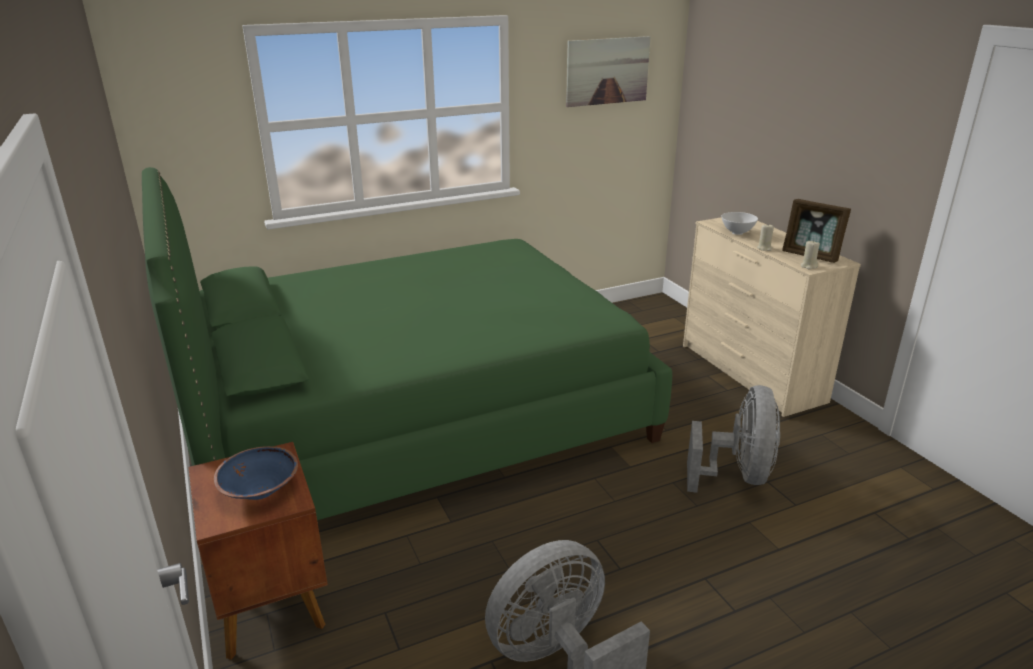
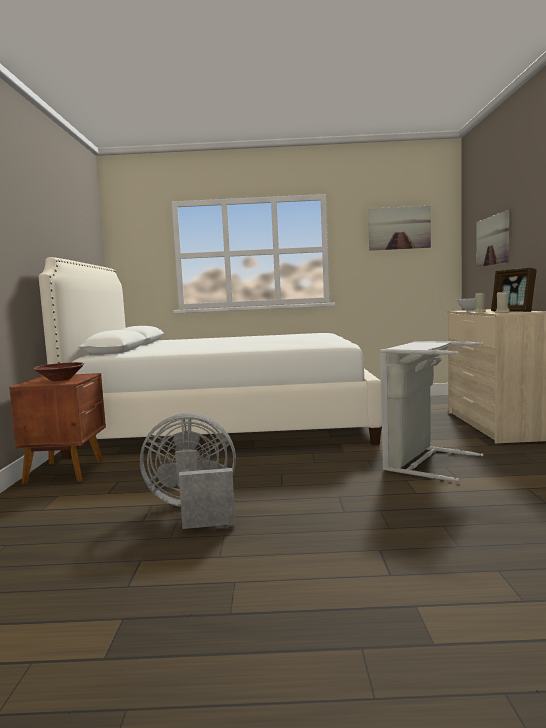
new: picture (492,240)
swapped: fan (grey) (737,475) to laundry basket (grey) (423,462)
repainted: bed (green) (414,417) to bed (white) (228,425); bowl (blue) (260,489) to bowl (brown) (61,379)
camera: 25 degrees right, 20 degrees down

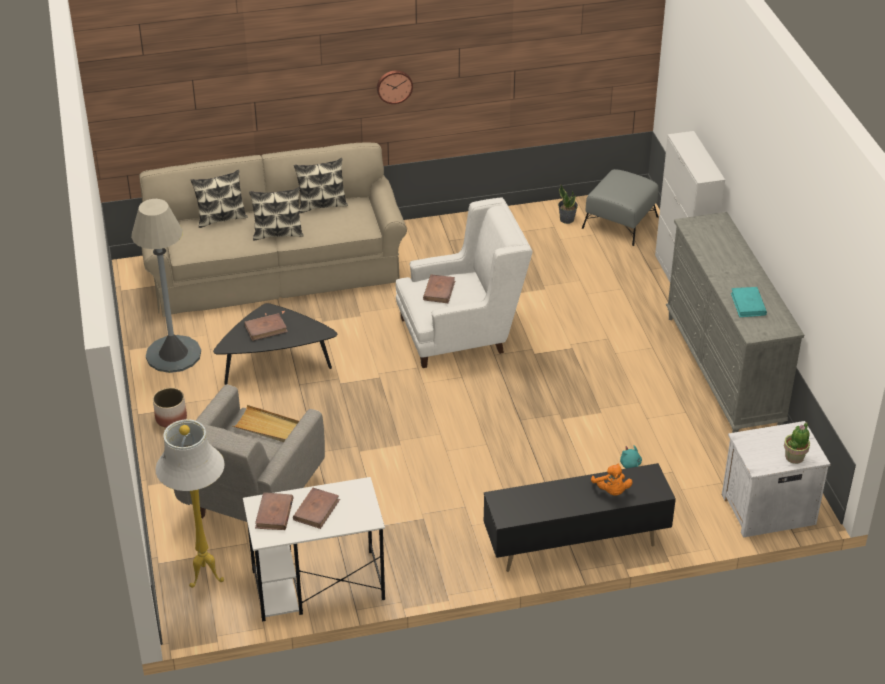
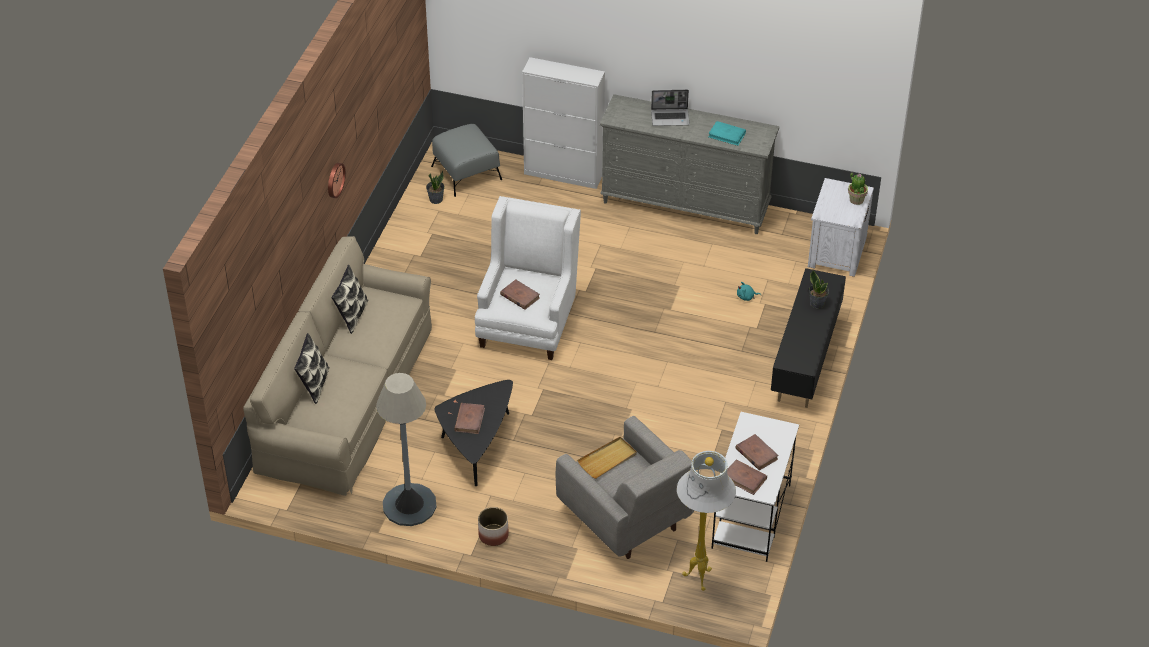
gone: pillow (278,233)
new: laptop (670,118)
swapped: plush toy (orange) (611,491) to potted plant (817,303)
camera: 60 degrees left, 5 degrees up

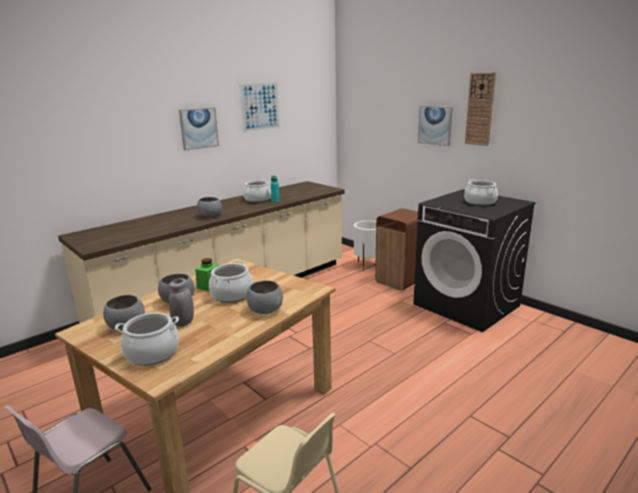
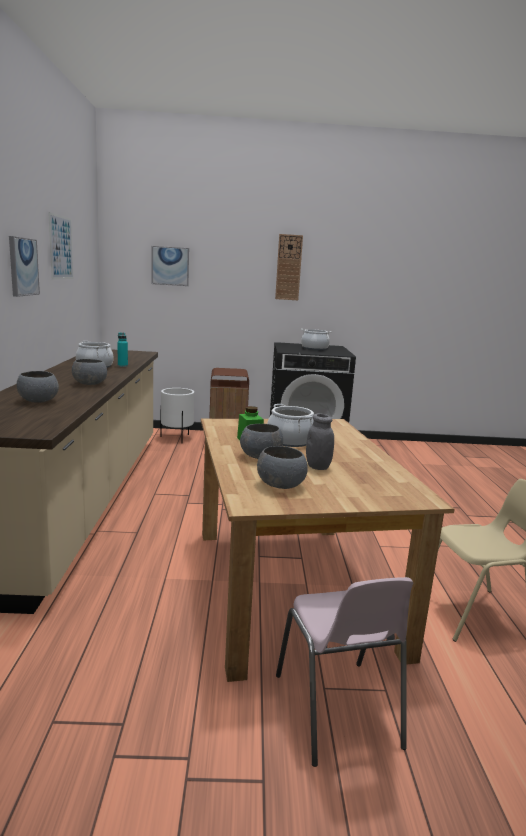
gone: cooking pot (152,353)
shifted: bowl (grey) (265,310) to (38,401); picture (435,125) to (170,266)
camera: 50 degrees left, 5 degrees down

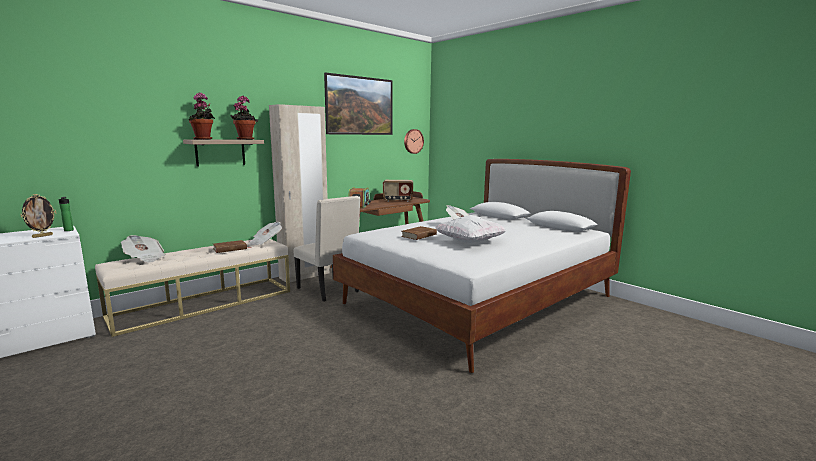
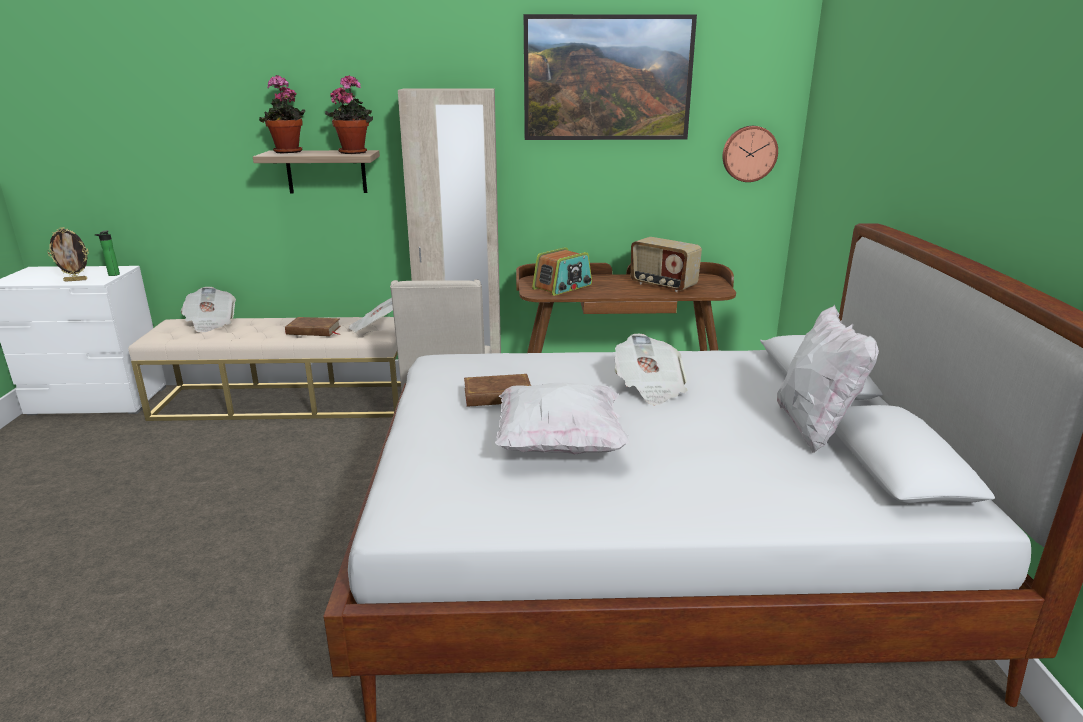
new: pillow (white) (814,428)
camera: 40 degrees right, 10 degrees up

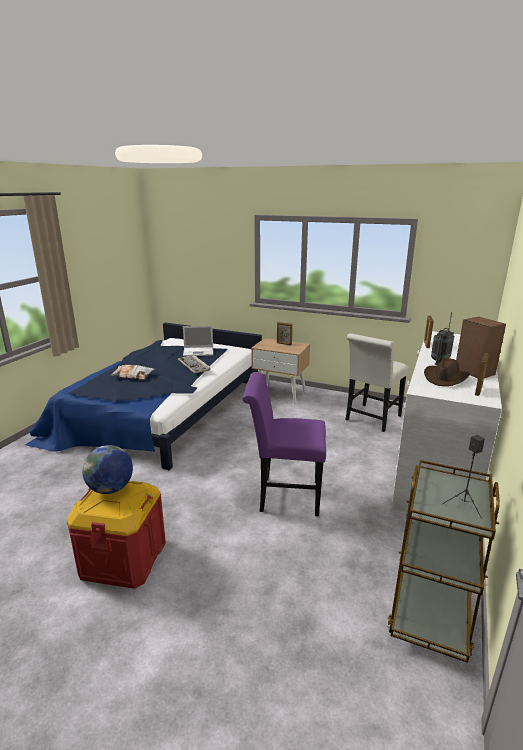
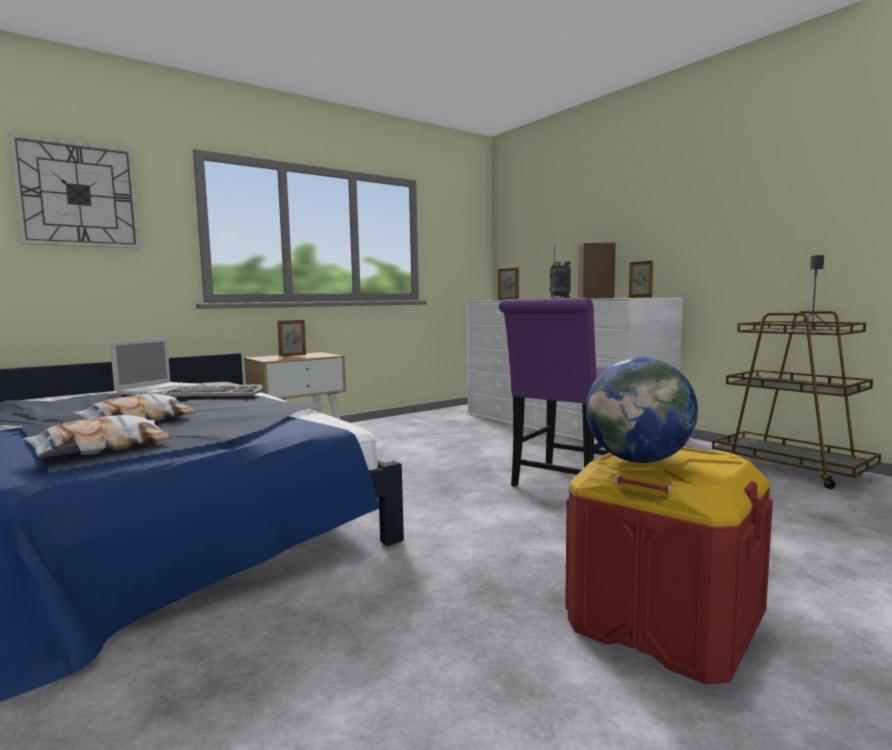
gone: chair (white) (371,419); hat (brown) (445,378)
new: wall clock (78,195); pillow (102,448)
camera: 60 degrees left, 15 degrees down

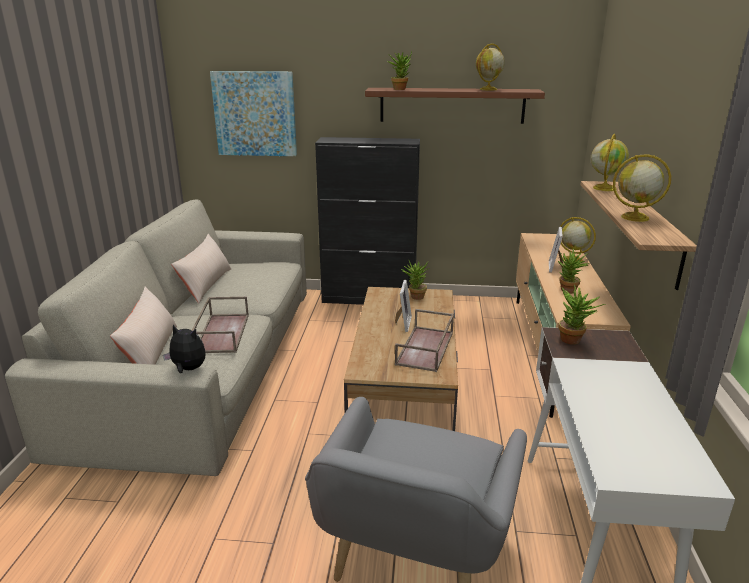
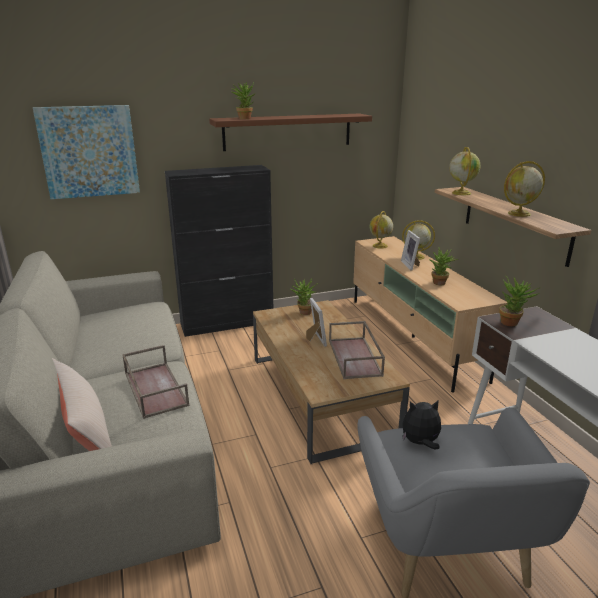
gone: pillow (beige) (206,284)
shifted: plush toy (188,369) to (420,443); globe (488,89) to (380,246)
camera: 25 degrees left, 0 degrees up

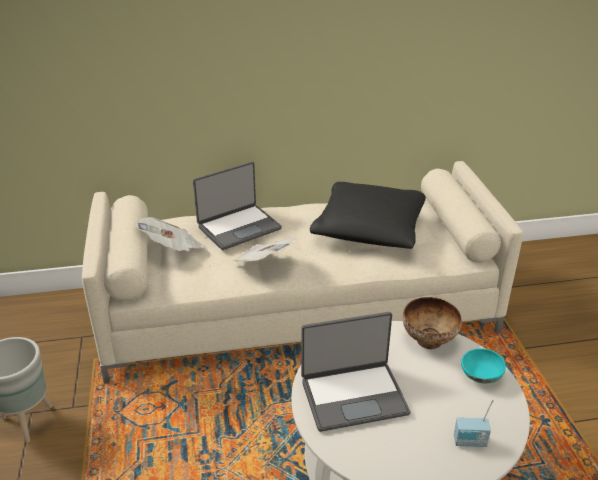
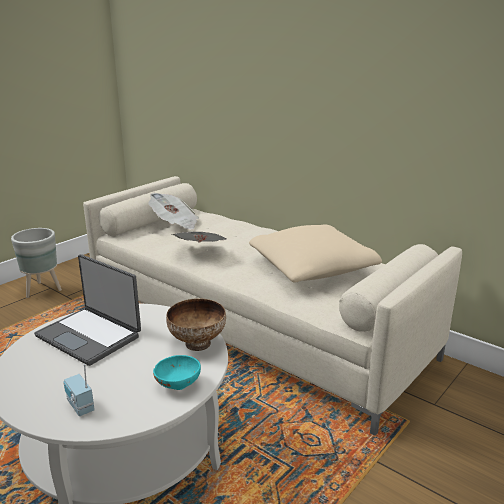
gone: laptop (238,227)
repainted: pillow (black) (369,229) to pillow (beige) (312,268)
camera: 50 degrees right, 10 degrees down

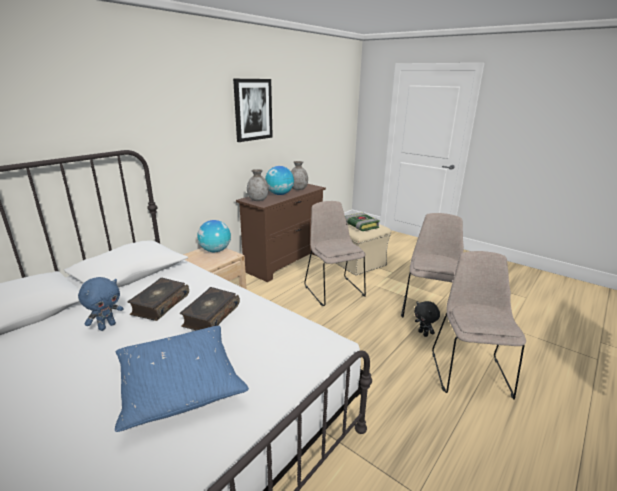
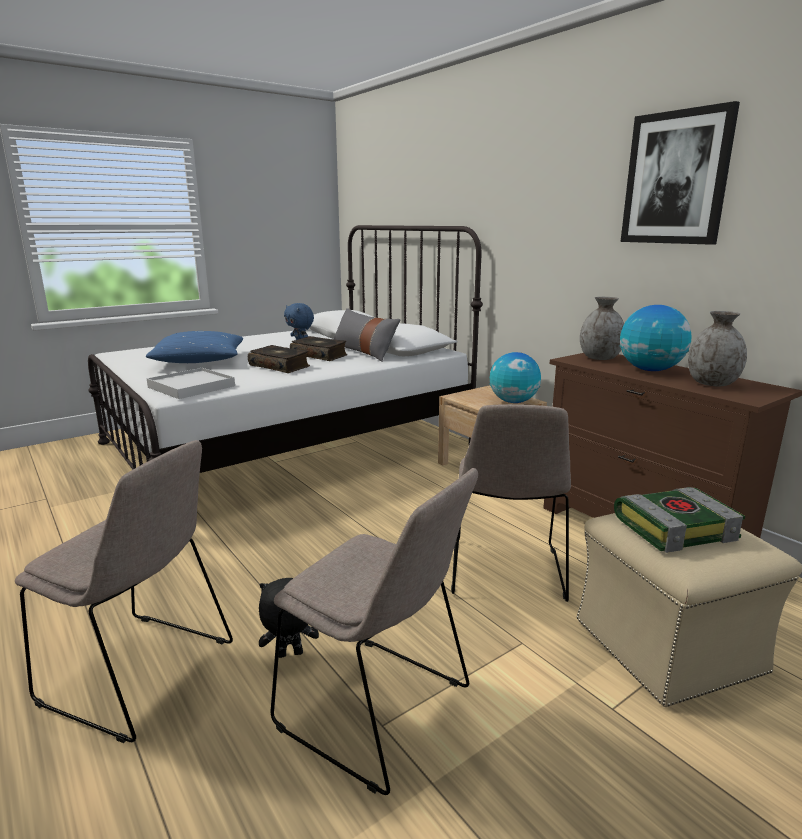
new: tray (white) (191,387); pillow (grey) (363,352)
rotated: chair (beige) (333,289) = (506,573) 105 degrees clockwise
camera: 105 degrees right, 5 degrees down

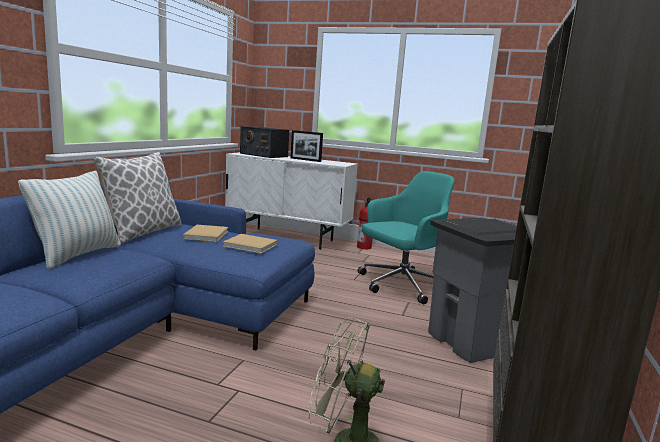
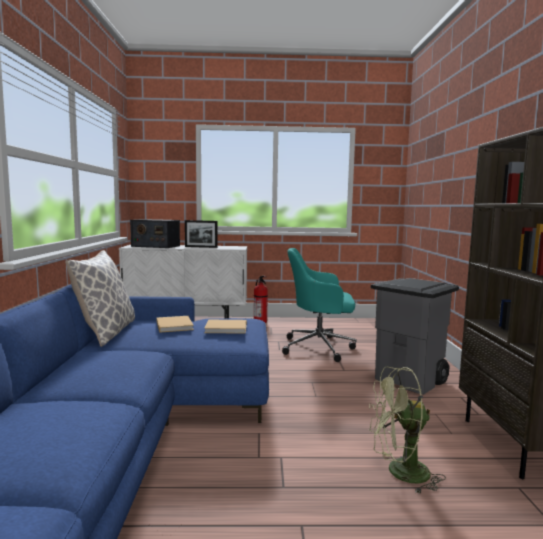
gone: pillow (77,255)
rotated: office chair (turquoise) (400,285) = (320,347) 120 degrees counterclockwise
camera: 20 degrees left, 5 degrees down

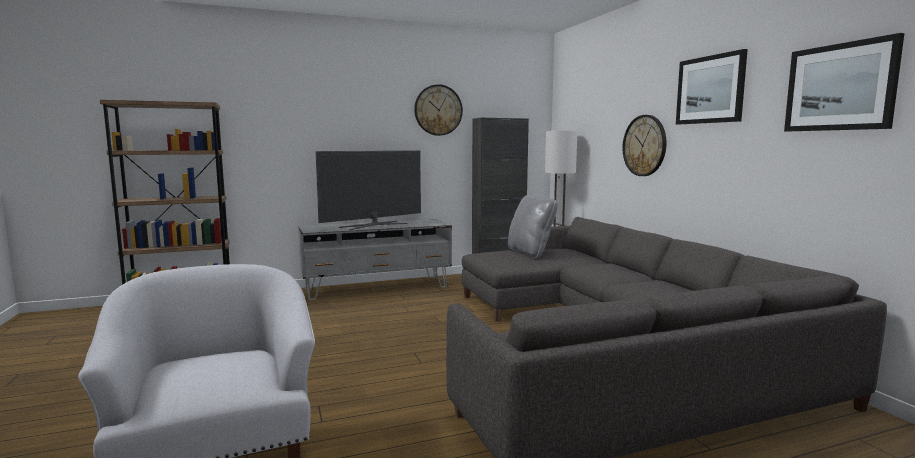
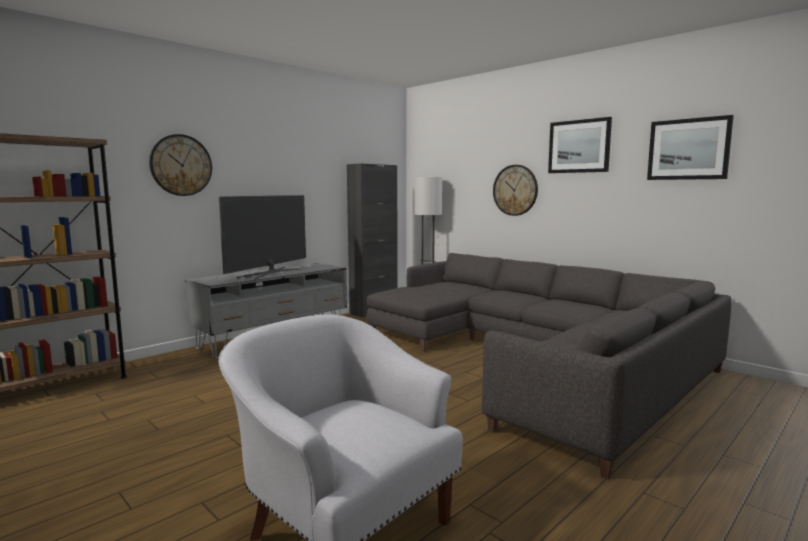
gone: pillow (grey) (530,253)
shifted: wall clock (438,110) to (181,165)
camera: 25 degrees left, 0 degrees up

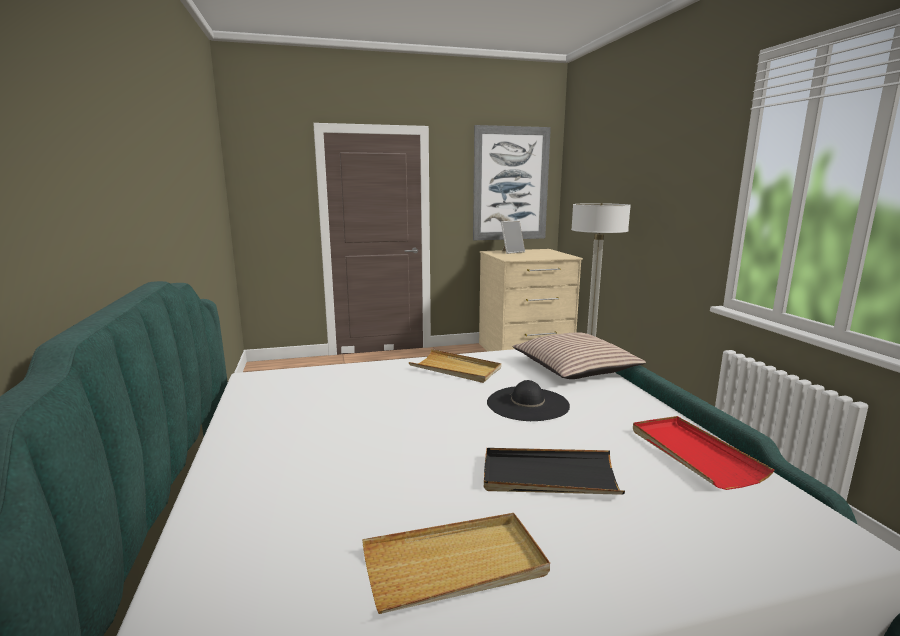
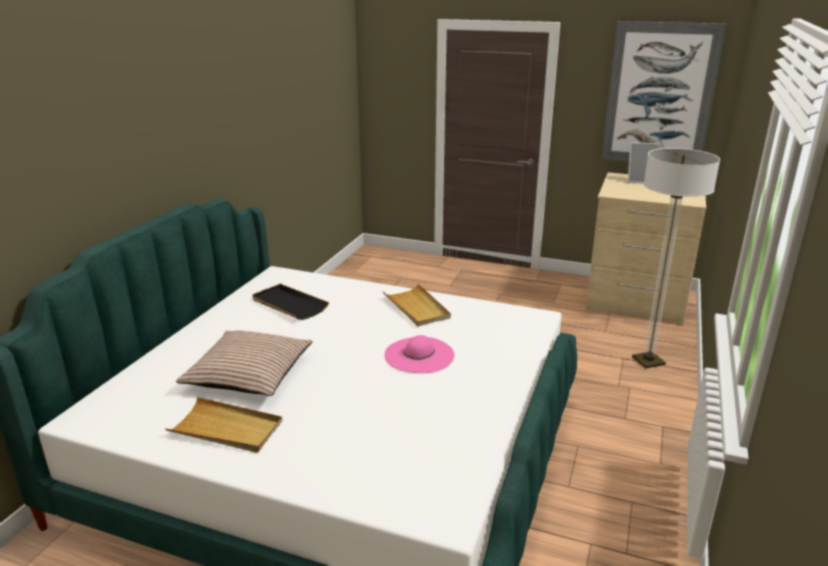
gone: tray (red) (693,454)
shifted: tray (black) (549,476) to (289,304); pillow (574,368) to (249,374)
repainted: hat (black) (527,404) to hat (pink) (419,355)
camera: 35 degrees right, 10 degrees up

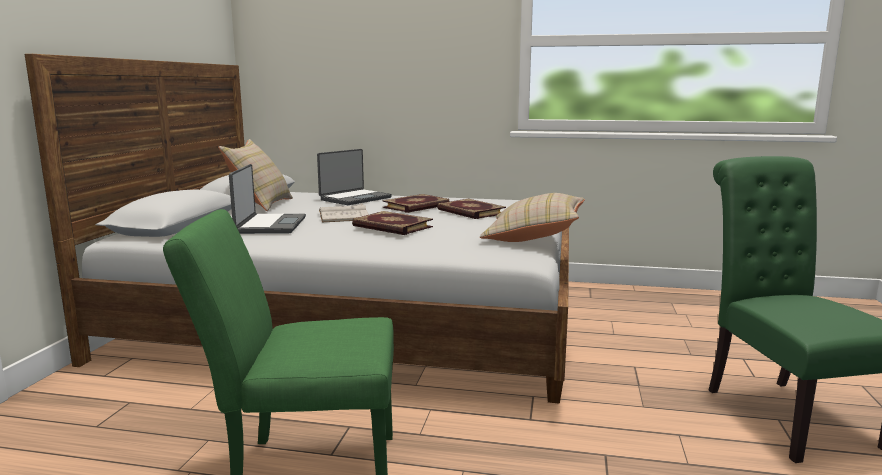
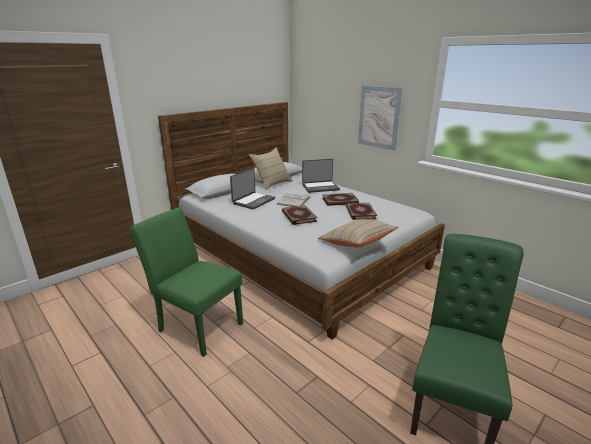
new: picture (379,117)
camera: 35 degrees right, 10 degrees up

